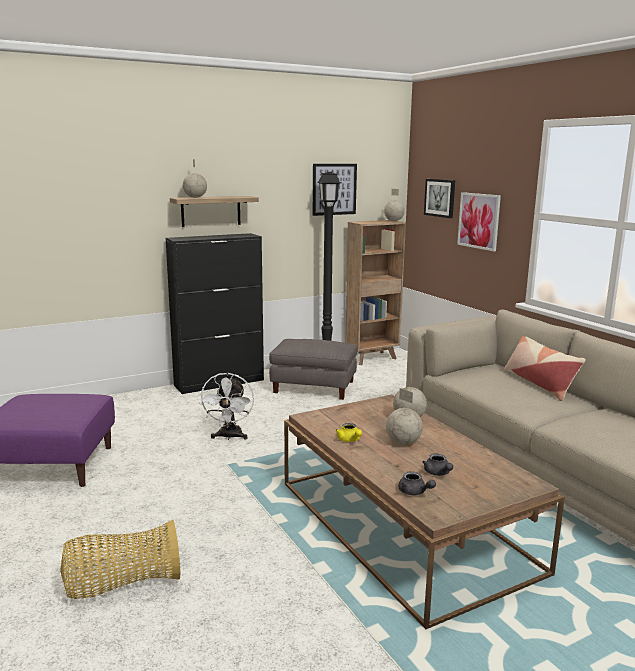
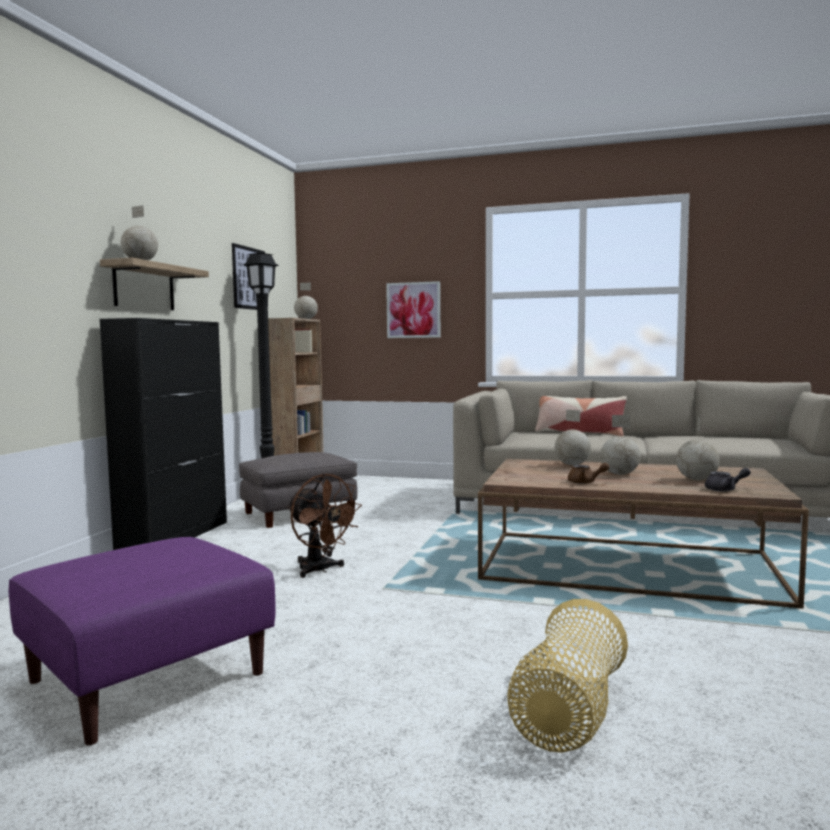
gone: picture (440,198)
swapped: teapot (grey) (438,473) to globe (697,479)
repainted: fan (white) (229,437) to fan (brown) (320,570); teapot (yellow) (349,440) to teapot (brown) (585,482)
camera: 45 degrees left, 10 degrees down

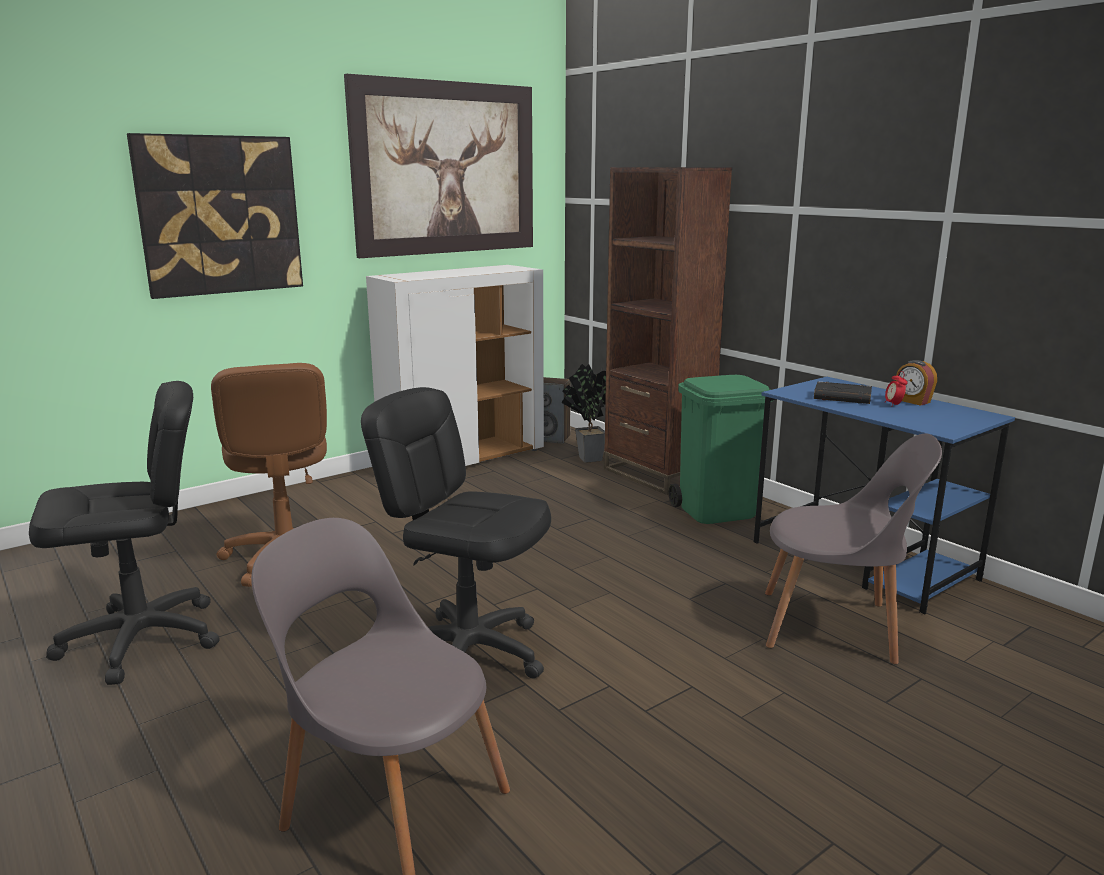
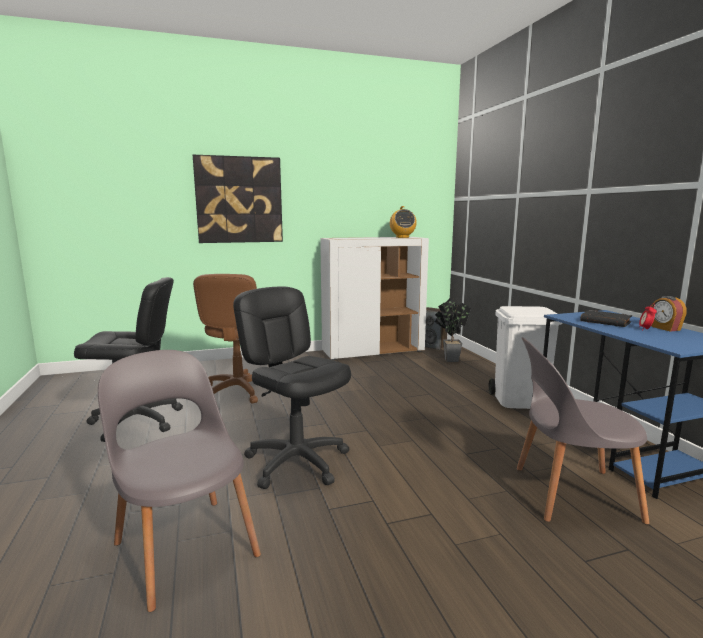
gone: picture (446,169); bookcase (brown) (656,474)
new: radio (402,237)
repainted: trash can (green) (717,511) to trash can (white) (520,401)
rotated: chair (grey) (835,627) = (570,493) 150 degrees clockwise
camera: 20 degrees right, 5 degrees down

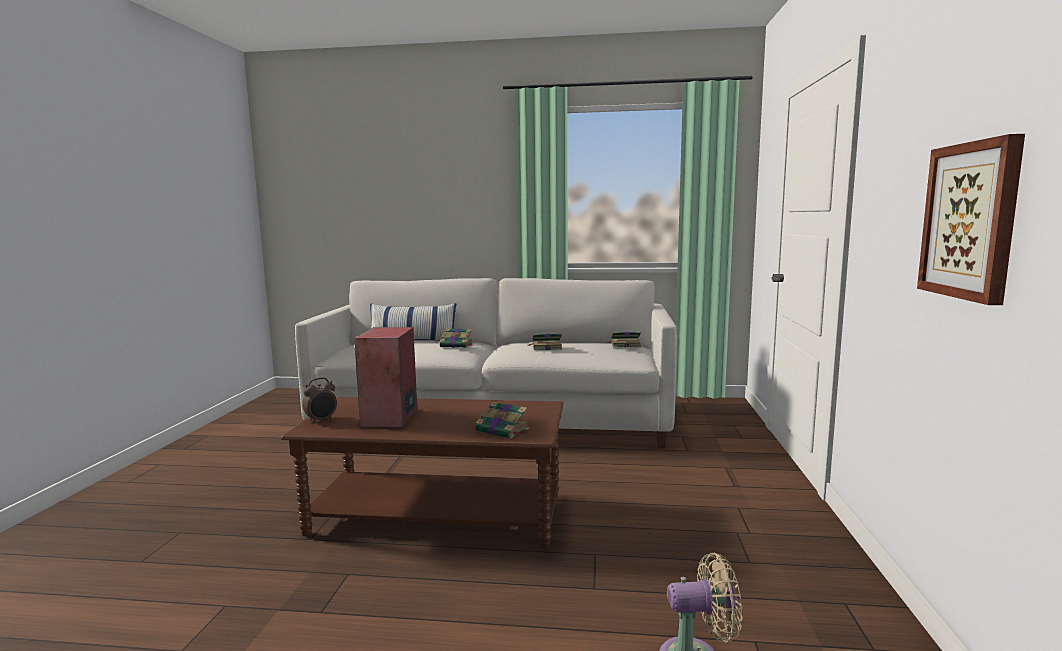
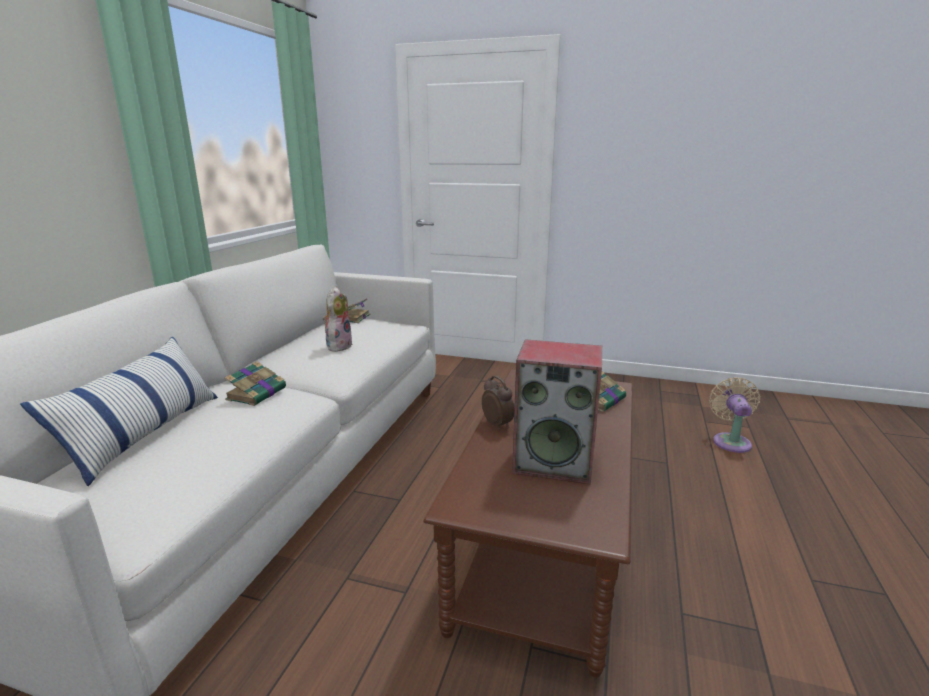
gone: picture (971,220)
shifted: alarm clock (321,420) to (497,424)
swapped: book (546,347) to plush toy (338,346)
camera: 80 degrees left, 10 degrees up

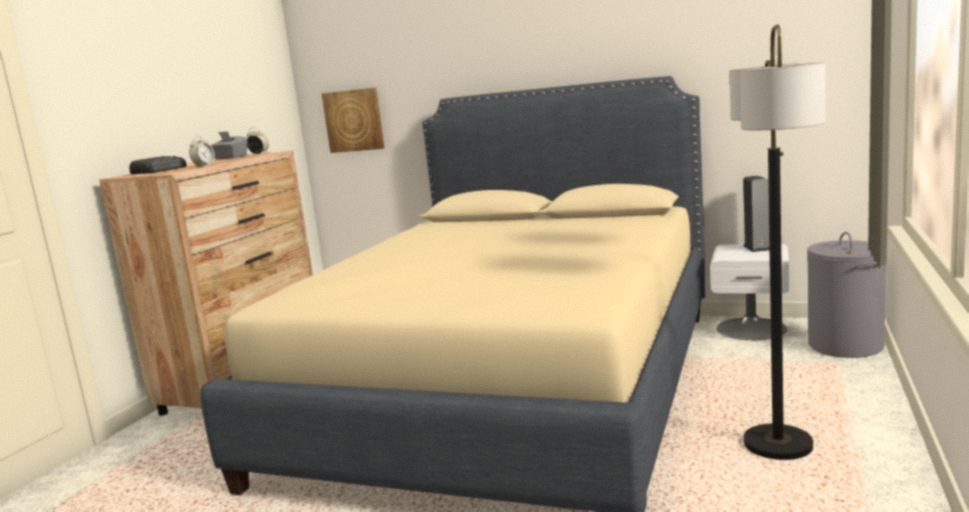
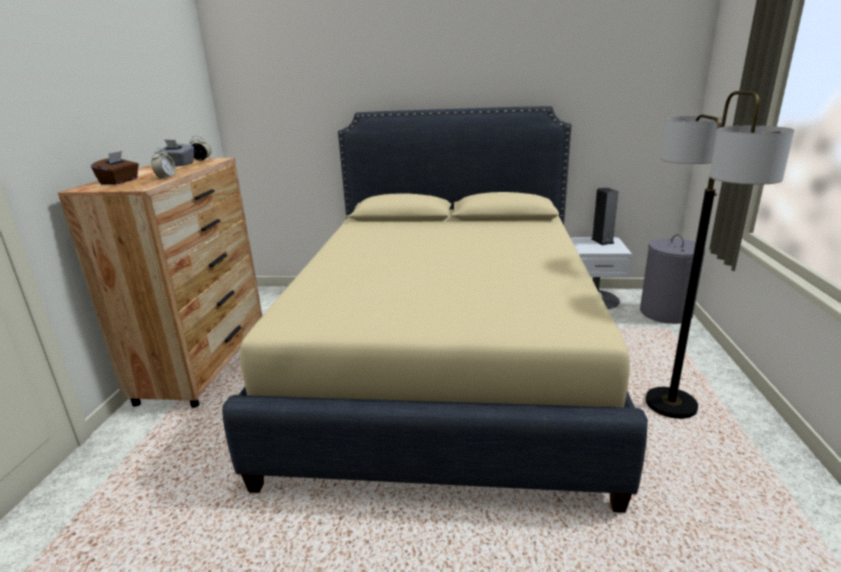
gone: picture (354,120)
swapped: radio (160,170) to tissue box (brown) (120,181)
camera: 15 degrees left, 10 degrees up

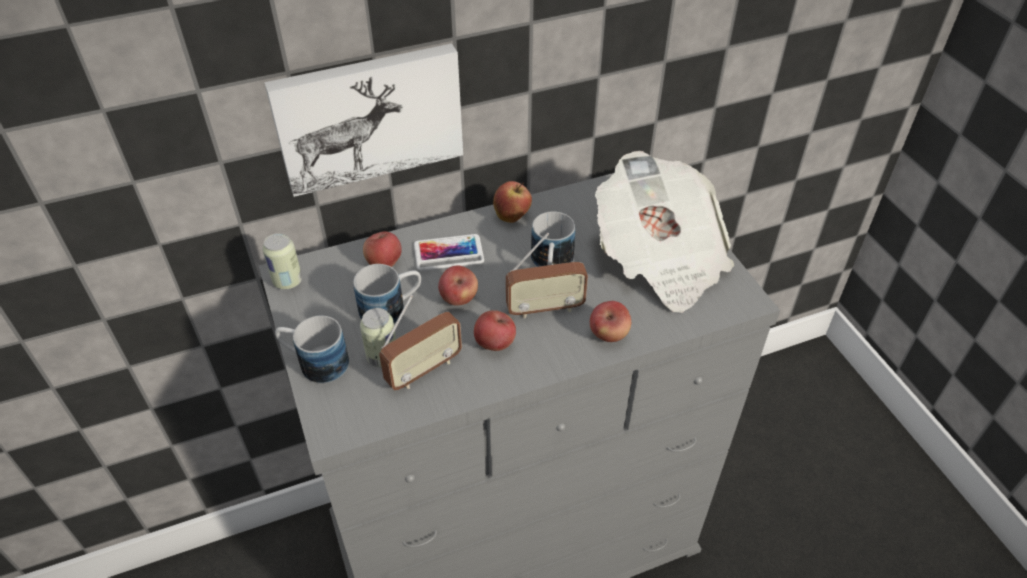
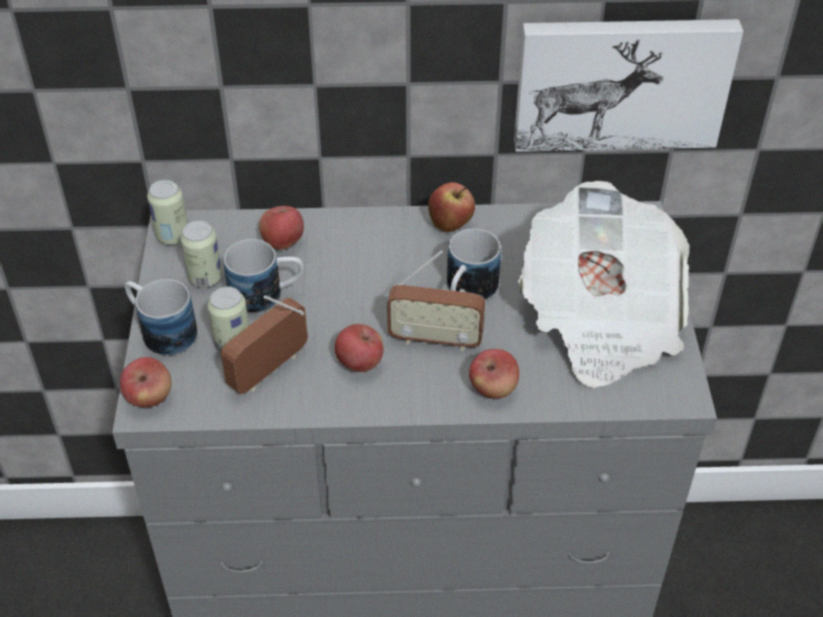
gone: phone (448,253)
new: can (205,278)
shifted: picture (368,116) to (621,81); apple (459,298) to (149,398)
rotated: radio (423,370) = (269,370) 150 degrees clockwise
camera: 20 degrees right, 0 degrees up

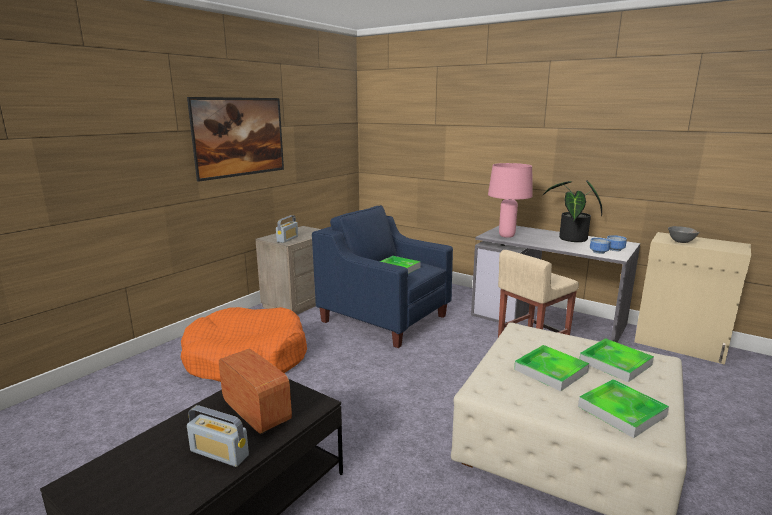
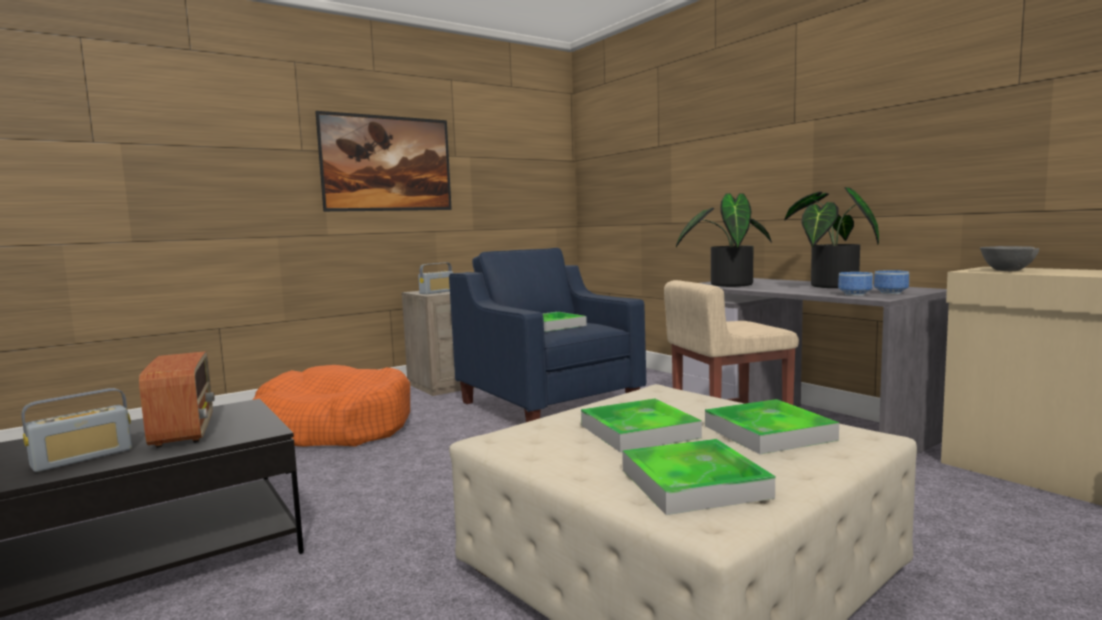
swapped: table lamp (pink) (506,236) to potted plant (726,284)
rotated: radio (219,453) = (83,458) 90 degrees counterclockwise
camera: 20 degrees right, 10 degrees down

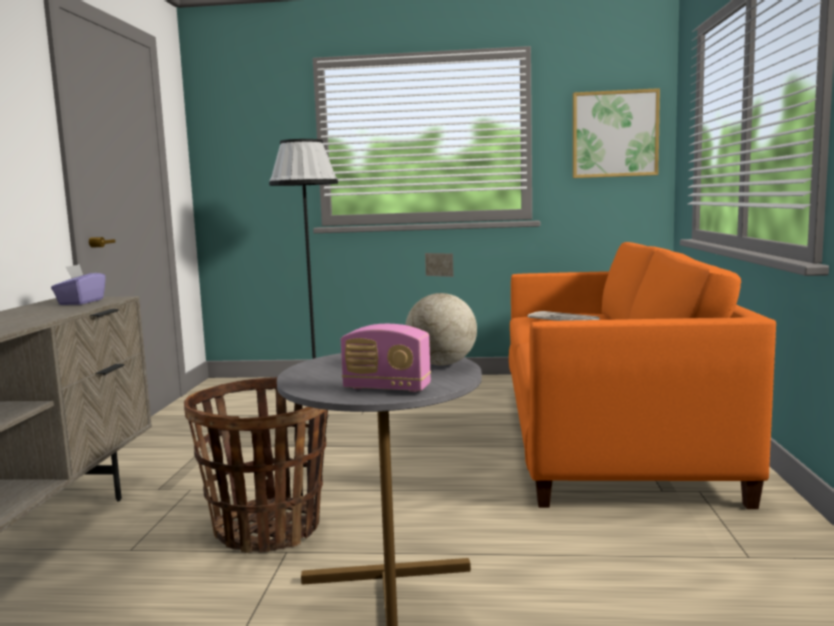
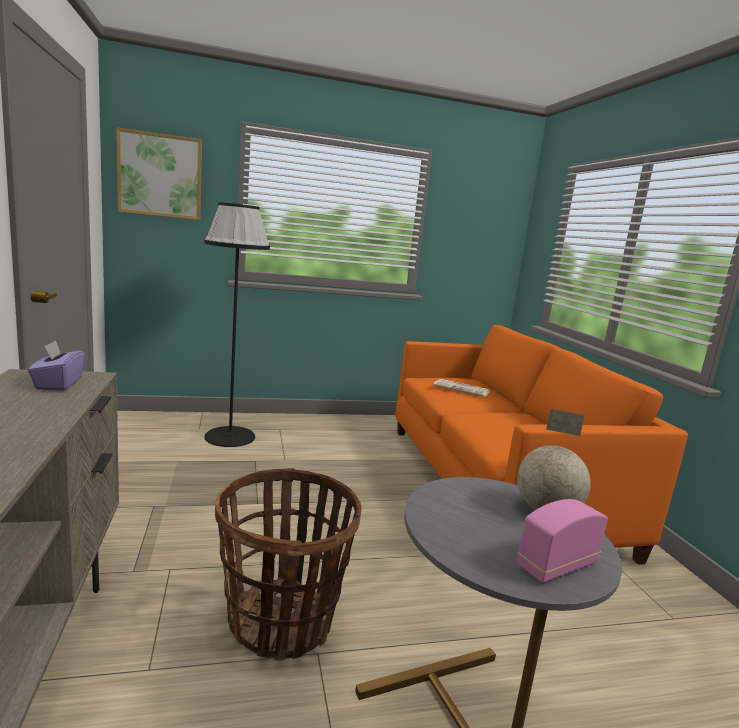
shifted: picture (614,134) to (160,175)
rotated: radio (387,388) = (556,565) 150 degrees clockwise
camera: 20 degrees left, 5 degrees up

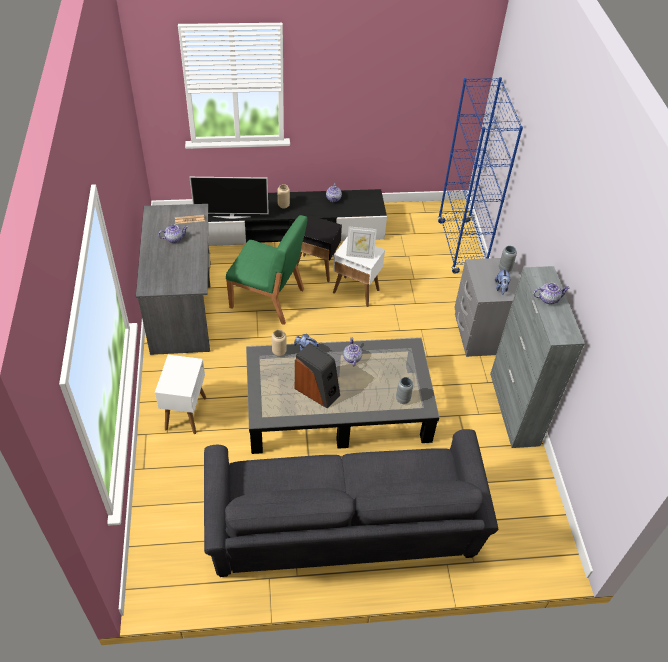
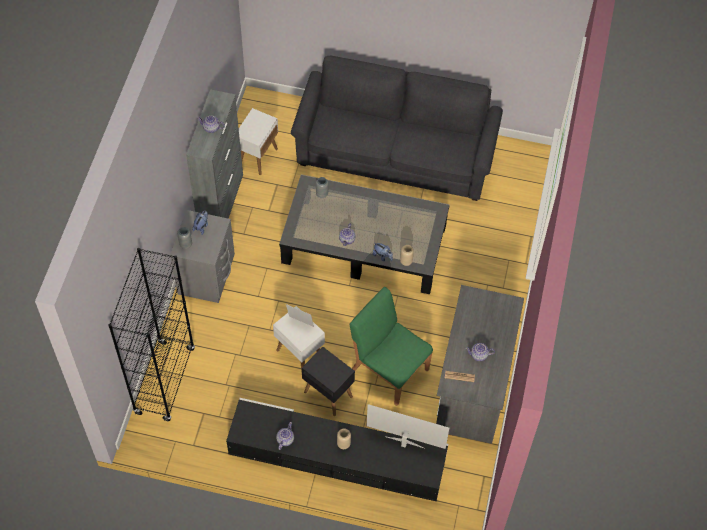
gone: speaker (317,390)
shifted: side table (white) (185,414) to (258,157)
repainted: bookcase (blue) (461,247) to bookcase (black) (165,381)
camera: 160 degrees left, 10 degrees up

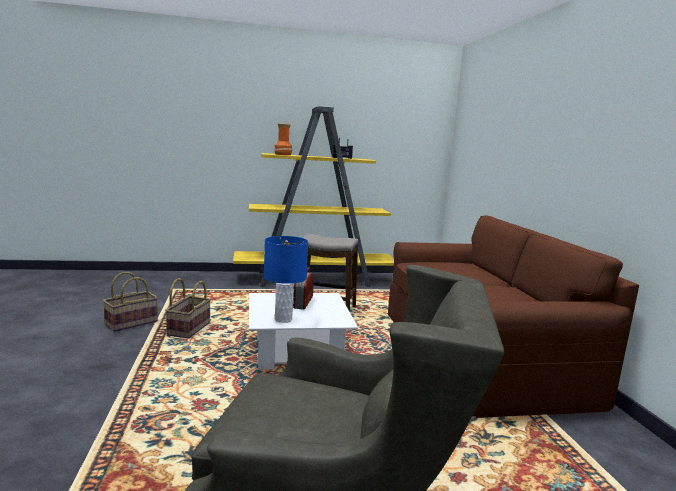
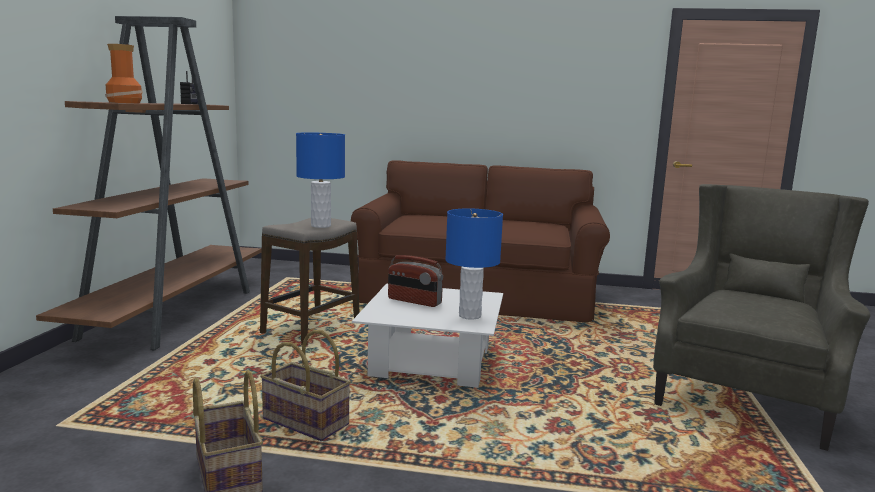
new: table lamp (blue) (320,226)
repainted: bookcase (yellow) (315,279) to bookcase (brown) (173,313)
camera: 70 degrees left, 0 degrees up

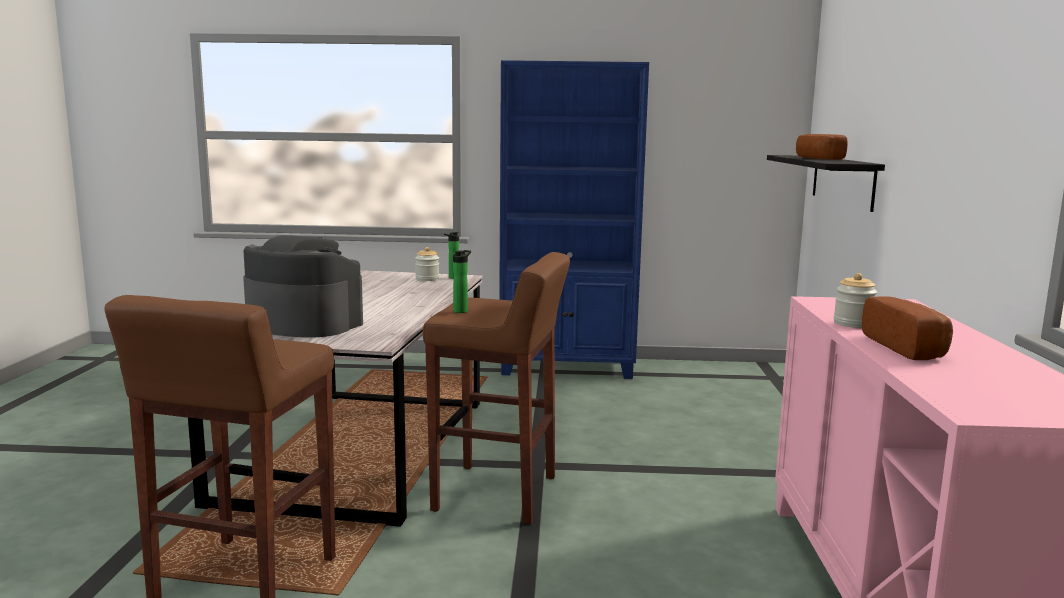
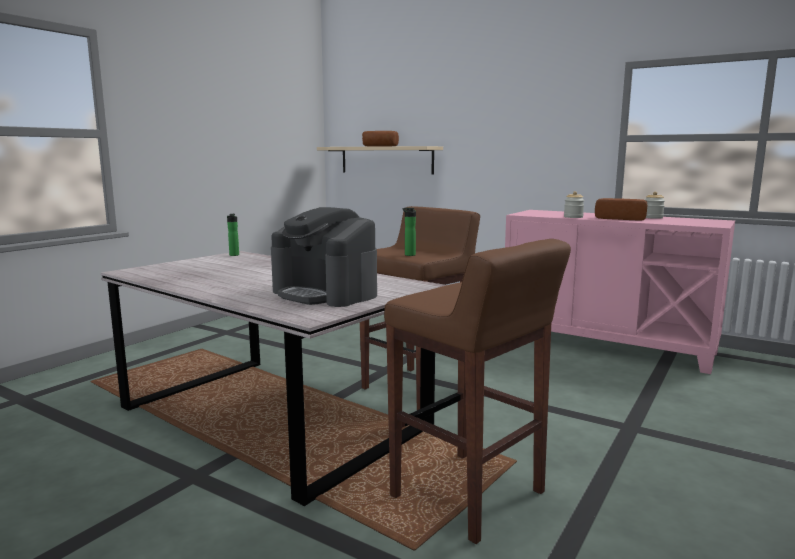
gone: bookcase (blue) (568,368)
shifted: jar (427,279) to (652,217)
repainted: shelf (black) (842,181) to shelf (beige) (386,160)
rotated: coffee machine (303,324) = (325,293) 105 degrees counterclockwise
camera: 60 degrees left, 0 degrees up

